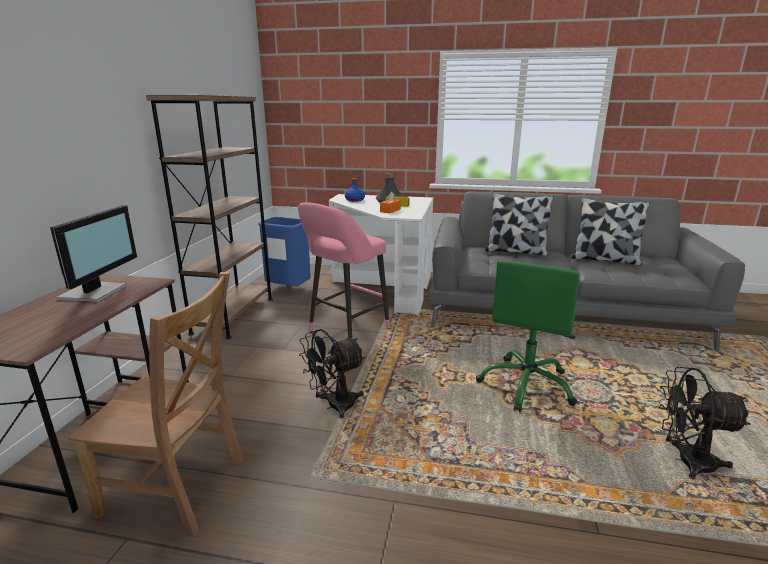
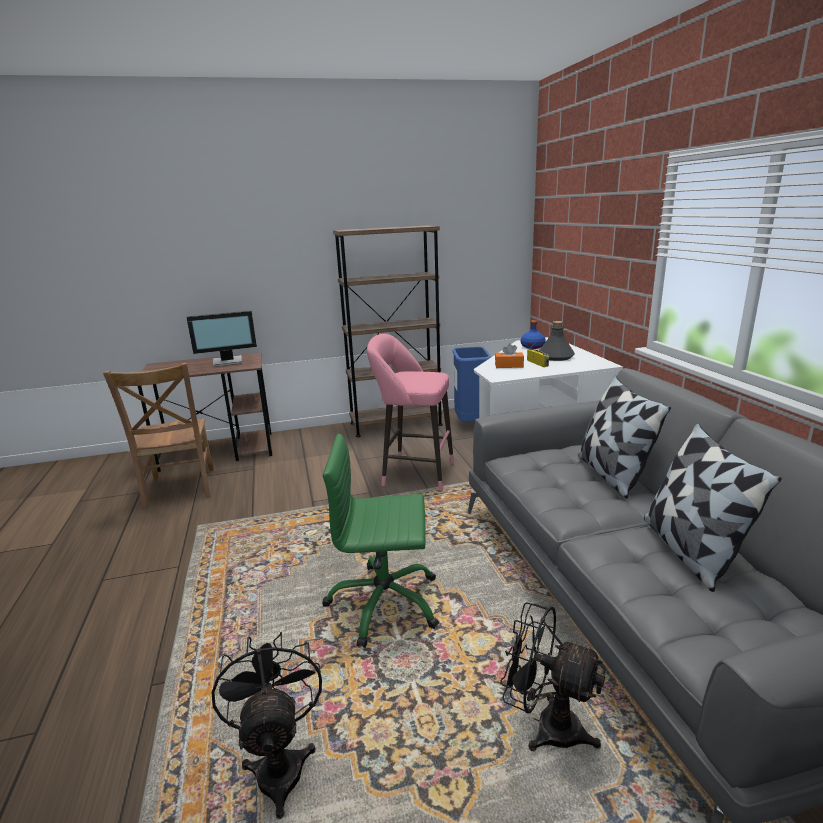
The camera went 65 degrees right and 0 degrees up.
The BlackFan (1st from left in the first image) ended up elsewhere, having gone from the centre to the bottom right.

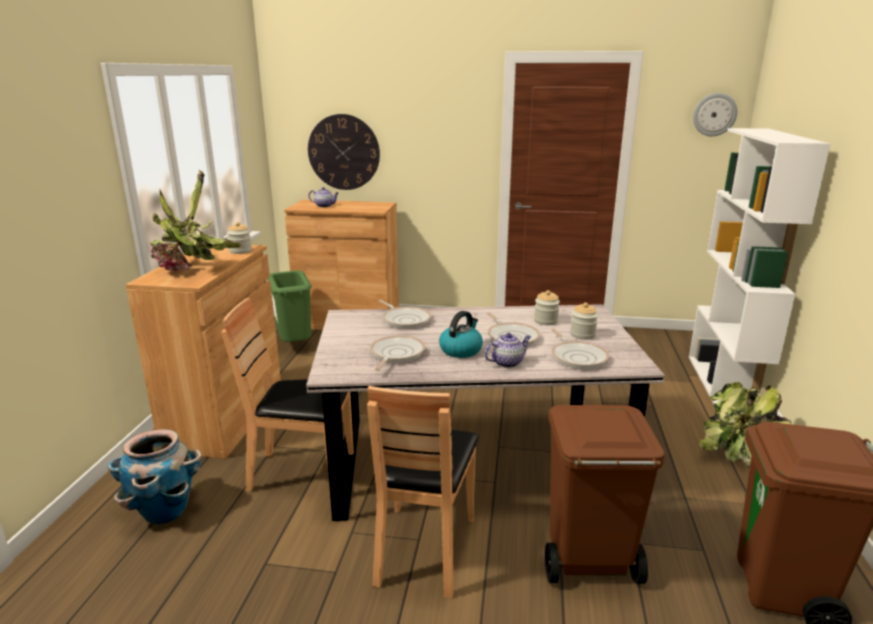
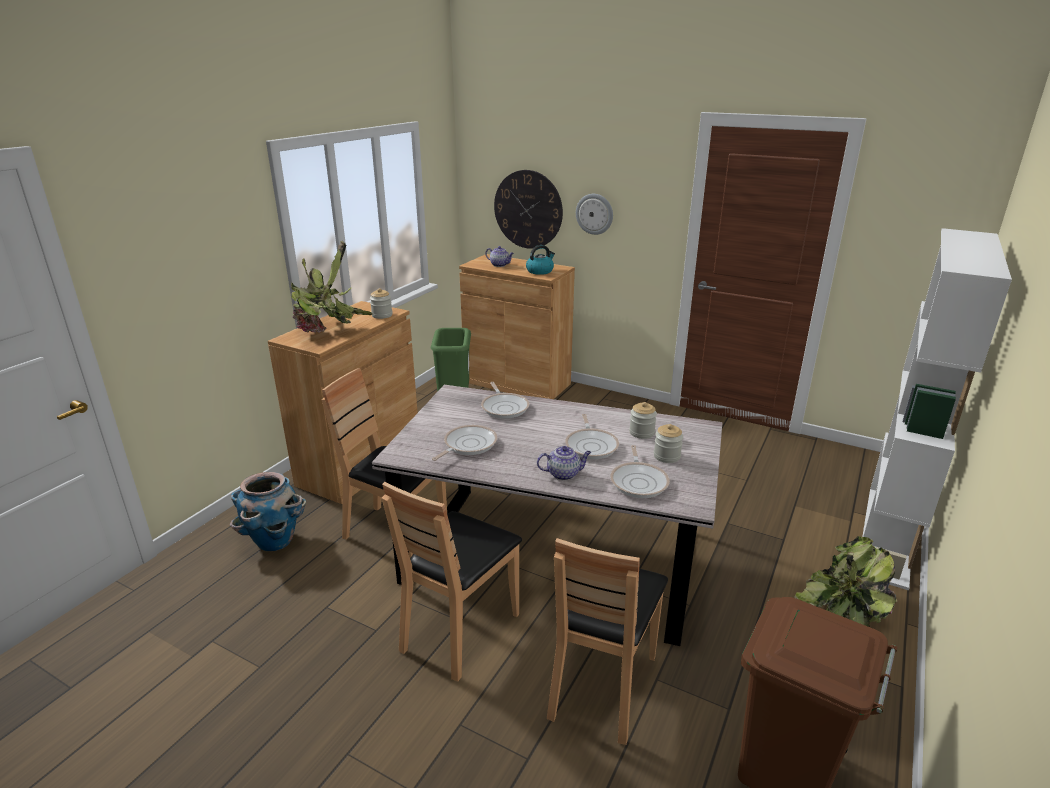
The camera went 20 degrees right and 5 degrees up.
The Kettle ended up elsewhere, having gone from the centre to the top centre.
Where the BrownTrashCan (1st from left) stood at the bottom right, the BrownChair (3rd from left) came to stand at the bottom centre.
The WallClock (2nd from left) ended up elsewhere, having gone from the top right to the top centre.

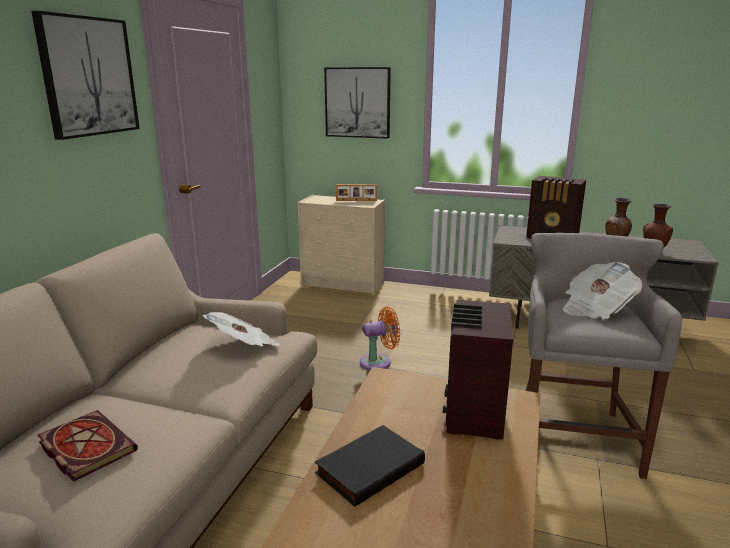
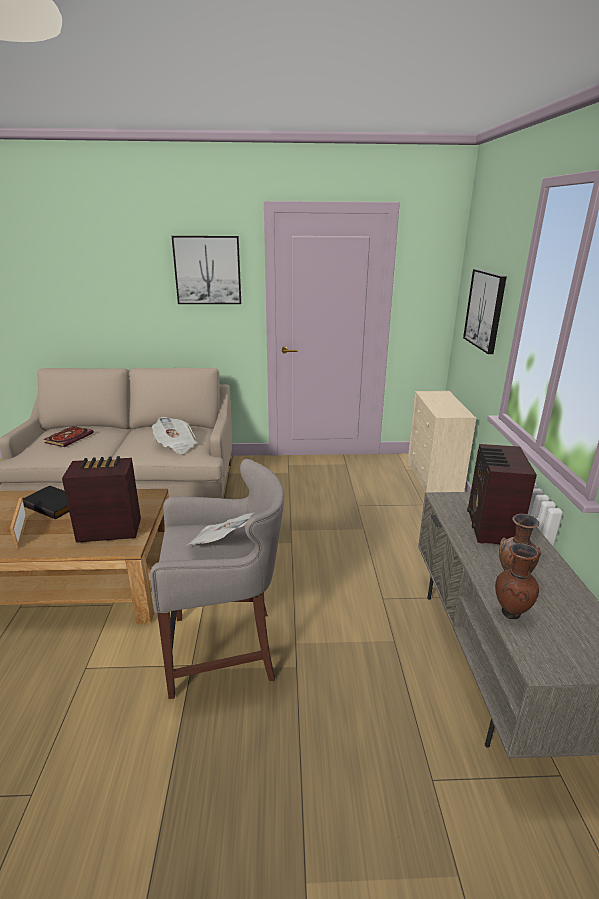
The camera went 70 degrees right and 5 degrees up.
The PictureFrame ended up elsewhere, having gone from the centre to the middle left.
The second view lost the OrangeFan at the centre.

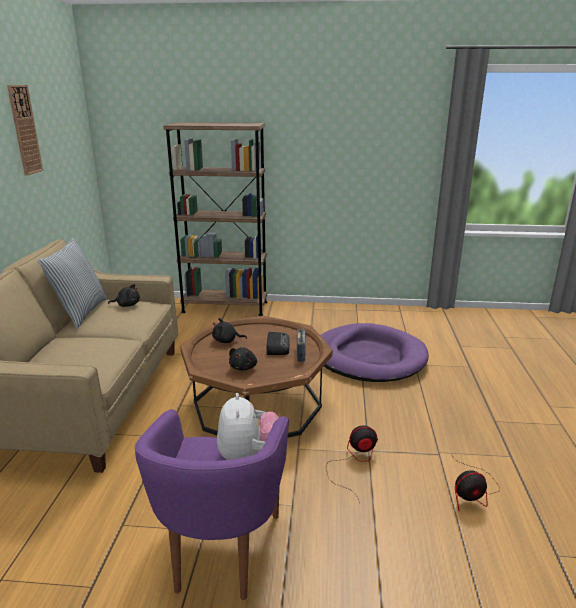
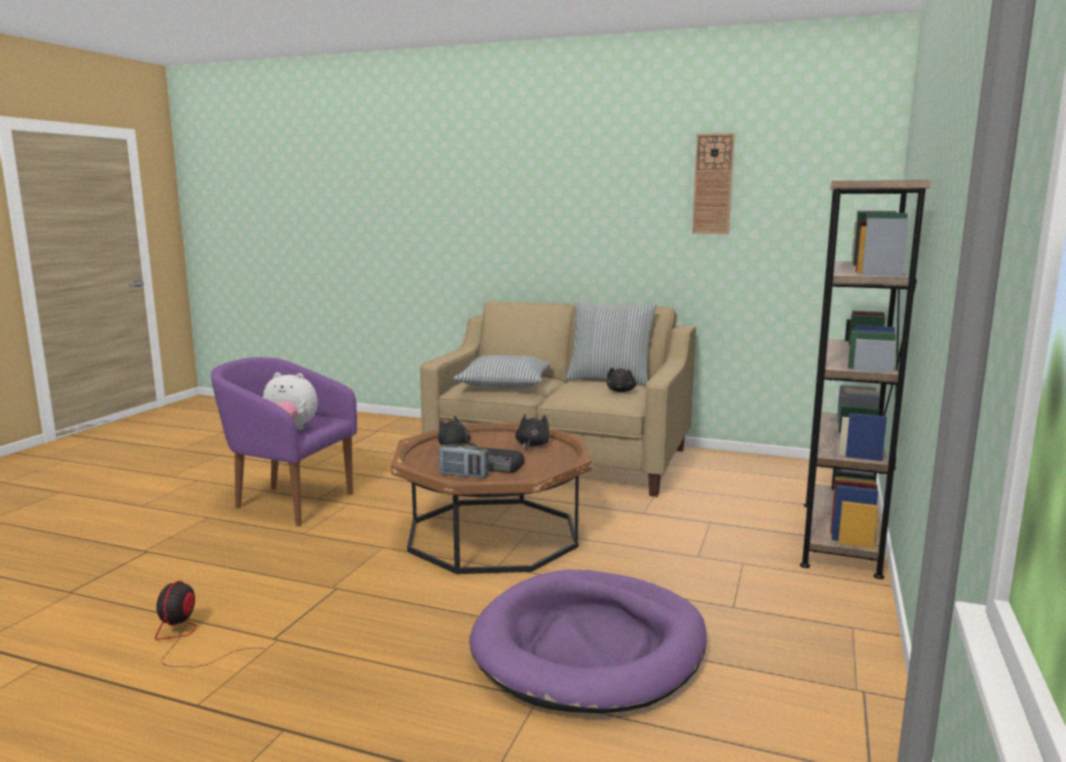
The camera went 105 degrees right and 10 degrees down.
The second view gained the Pillow (1st from left) at the centre.
The second view lost the Fan (1st from left) at the bottom centre.

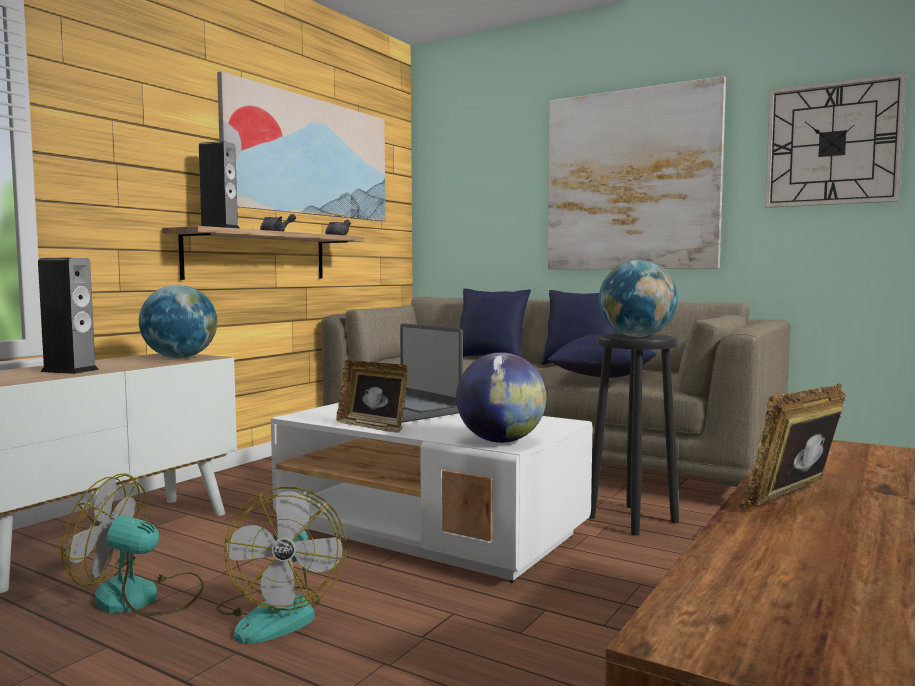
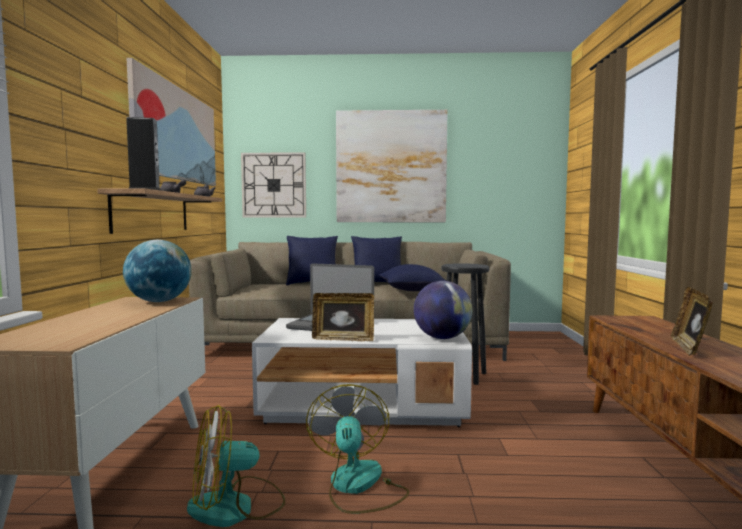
The camera went 30 degrees left and 0 degrees up.
The WallClock ended up elsewhere, having gone from the top right to the centre.
The Fan (2nd from left) at the bottom left ended up facing another way, 150 degrees counterclockwise from before.
The second view lost the Speaker (1st from left) at the middle left.
The second view lost the Globe (3rd from left) at the middle right.

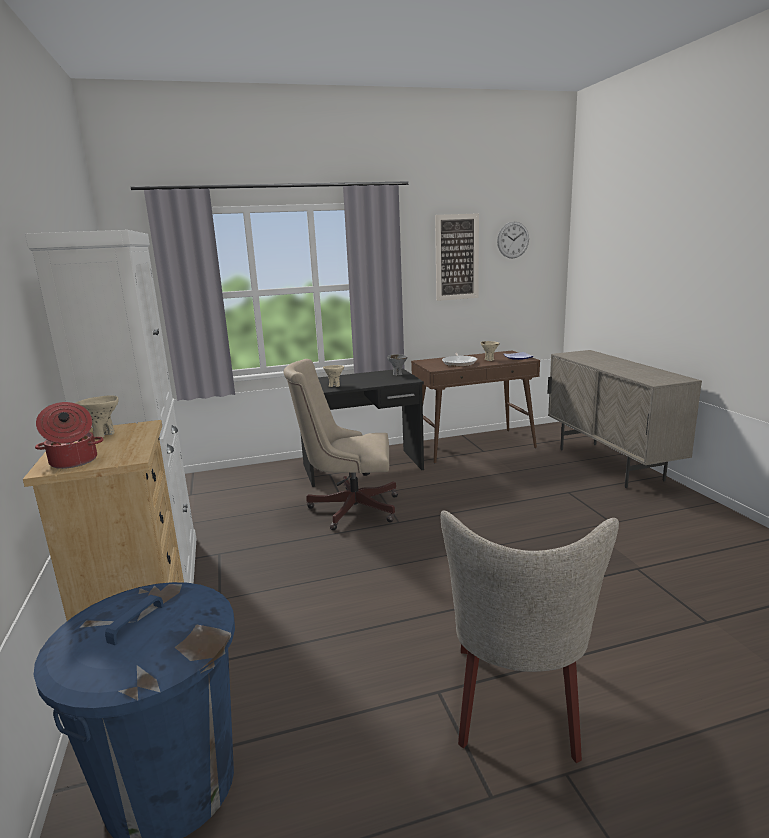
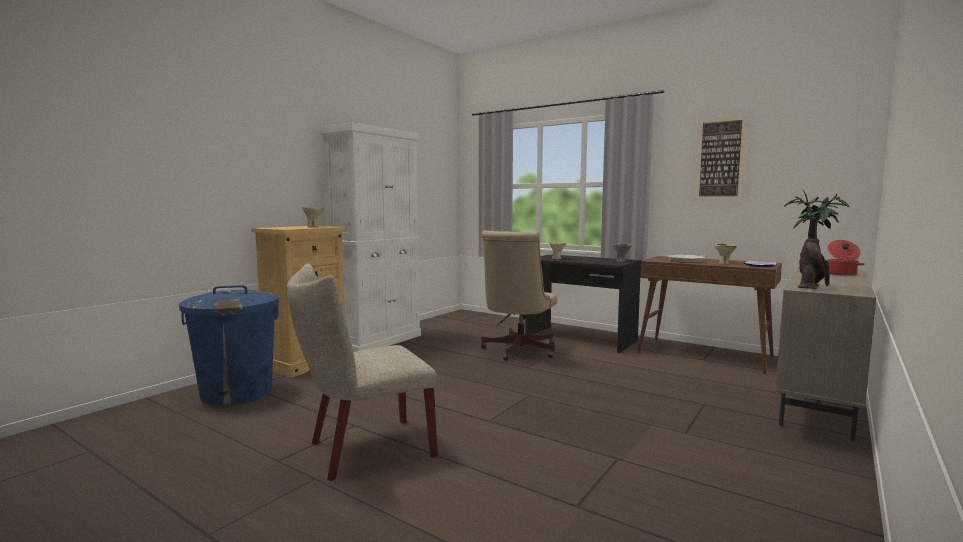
The camera went 50 degrees right and 10 degrees down.
The BeigeOfficeChair at the centre ended up facing another way, 120 degrees counterclockwise from before.
The second view gained the PottedPlant at the middle right.
The CookingPot ended up elsewhere, having gone from the middle left to the middle right.
The second view lost the WallClock at the top right.

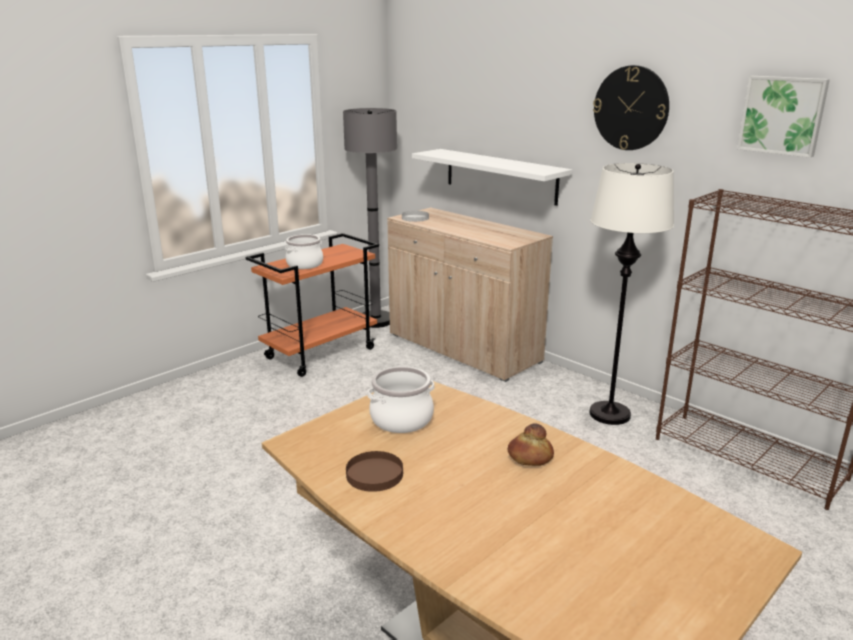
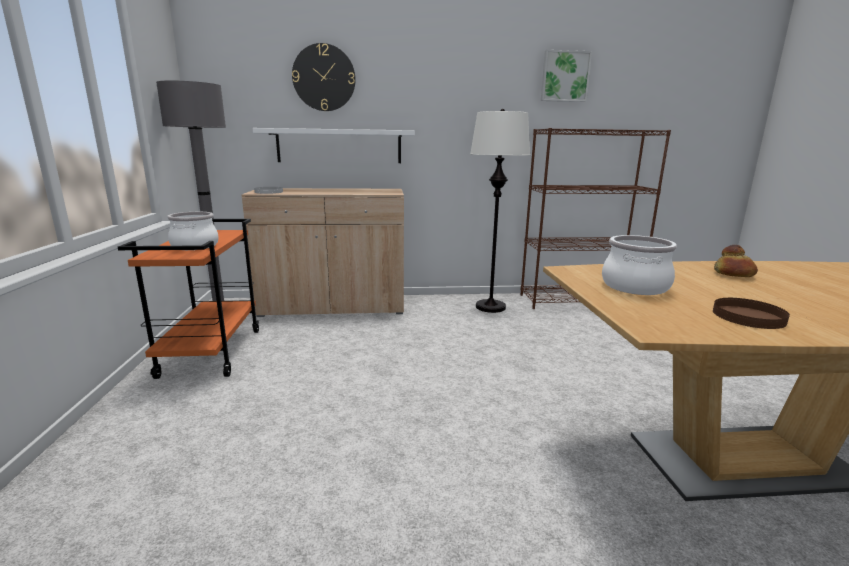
The camera went 50 degrees left and 5 degrees down.
The WallClock ended up elsewhere, having gone from the top right to the top centre.

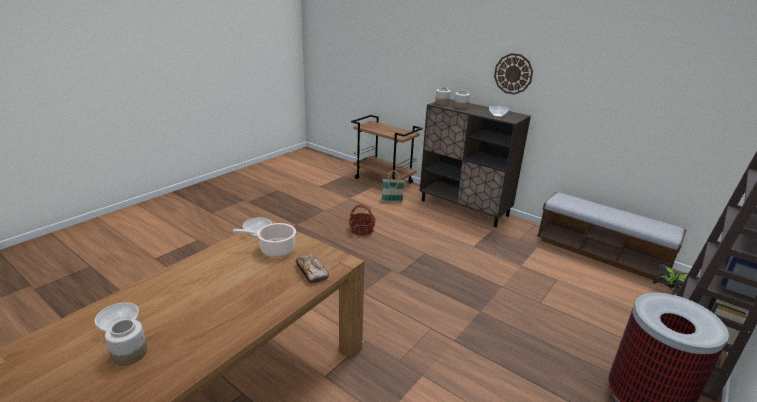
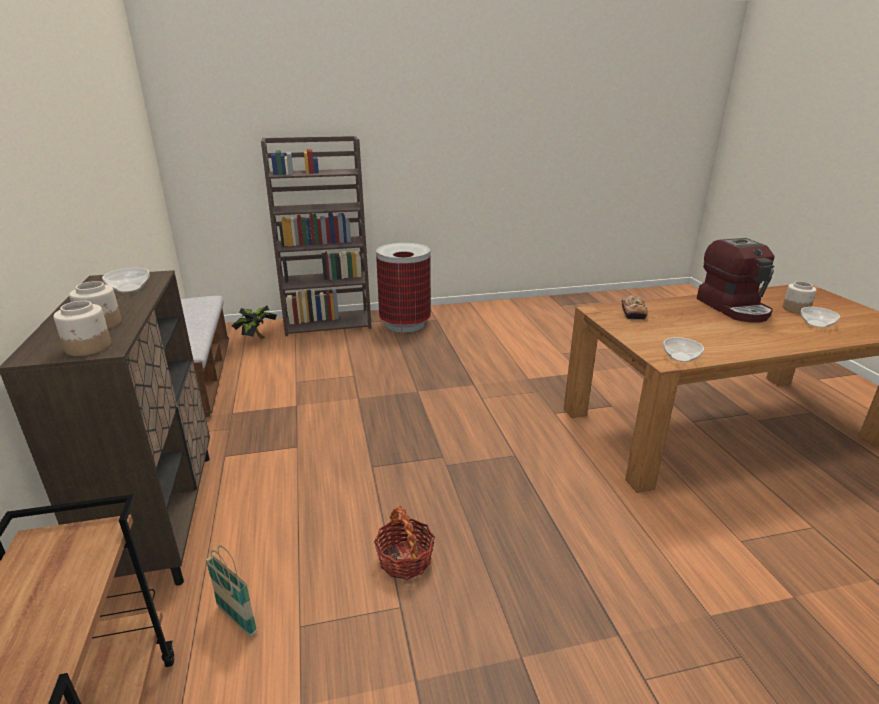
The camera went 140 degrees left and 0 degrees up.
The second view gained the CoffeeMachine at the middle right.
The second view lost the CookingPot at the centre.
The second view lost the WallClock at the top right.

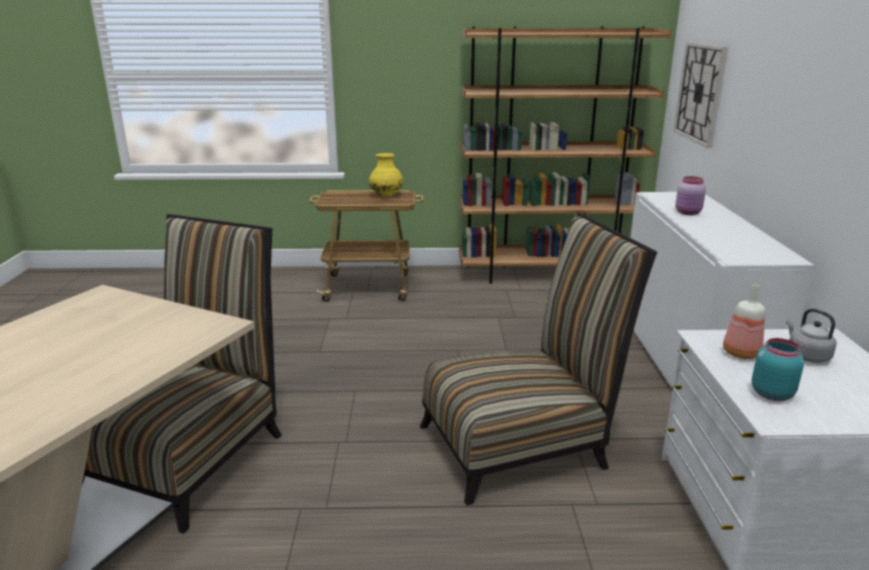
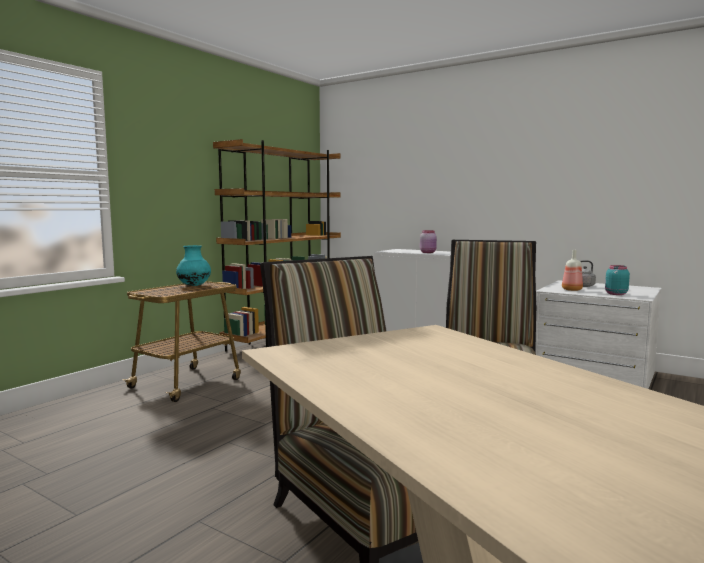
The camera went 55 degrees left and 15 degrees down.
What was the YellowVase at the top centre turned into the TurquoiseVase at the middle left.
The second view lost the WallClock at the top right.

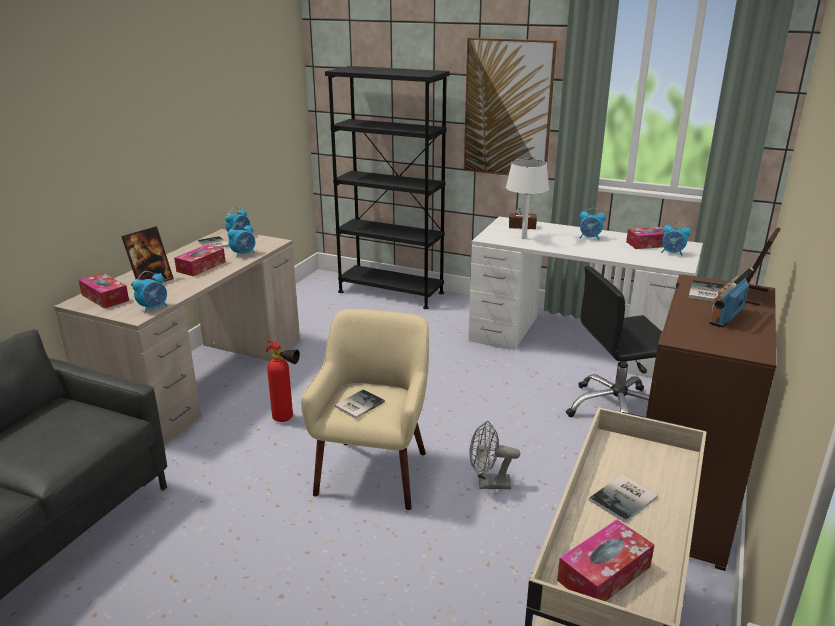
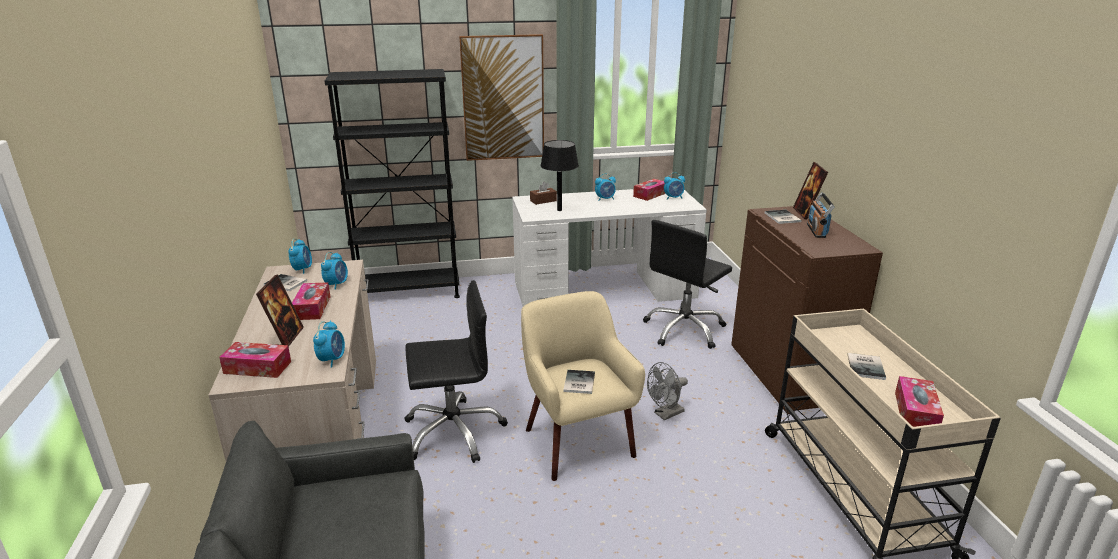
The camera went 35 degrees left and 0 degrees up.
Where the FireExtinguisher stood at the centre, the BlackOfficeChair (1st from left) came to stand at the centre.
What was the WhiteTableLamp at the top centre turned into the BlackTableLamp at the top centre.

